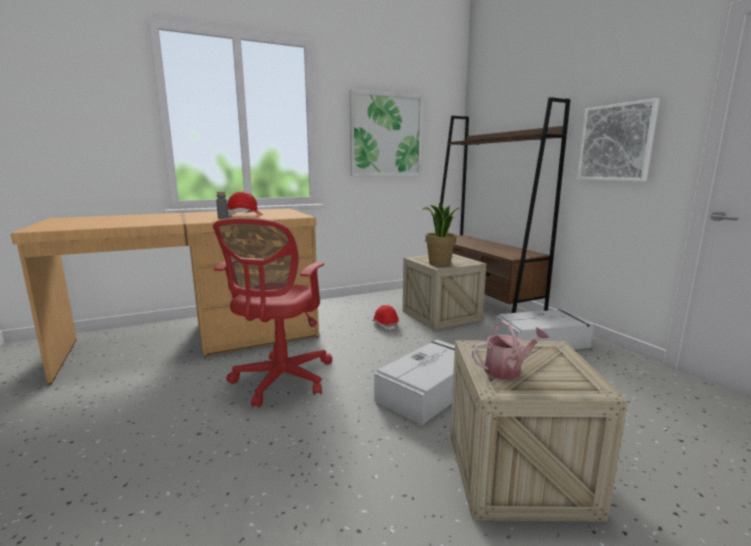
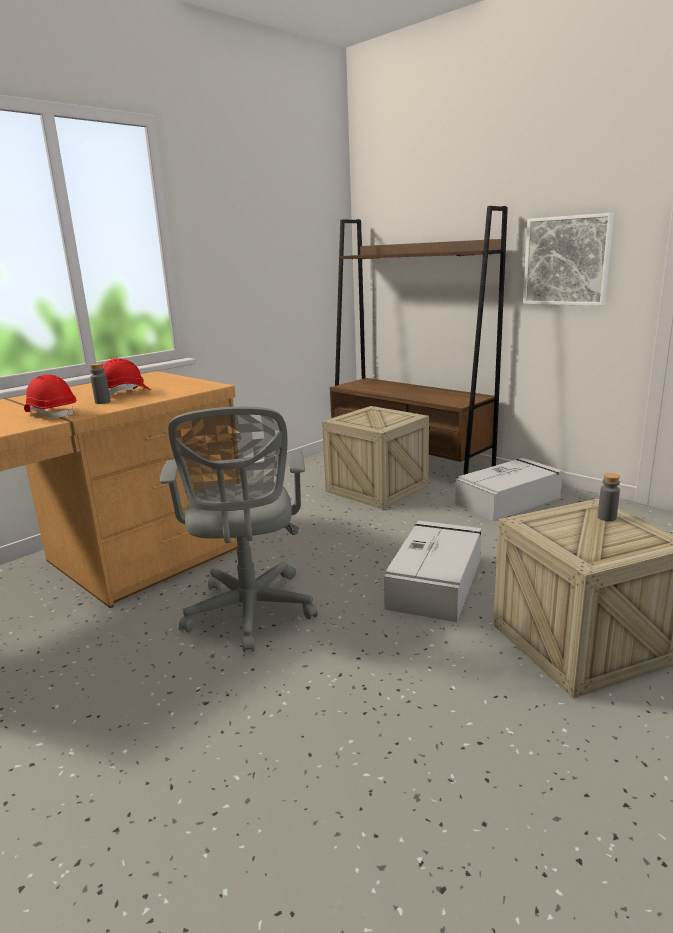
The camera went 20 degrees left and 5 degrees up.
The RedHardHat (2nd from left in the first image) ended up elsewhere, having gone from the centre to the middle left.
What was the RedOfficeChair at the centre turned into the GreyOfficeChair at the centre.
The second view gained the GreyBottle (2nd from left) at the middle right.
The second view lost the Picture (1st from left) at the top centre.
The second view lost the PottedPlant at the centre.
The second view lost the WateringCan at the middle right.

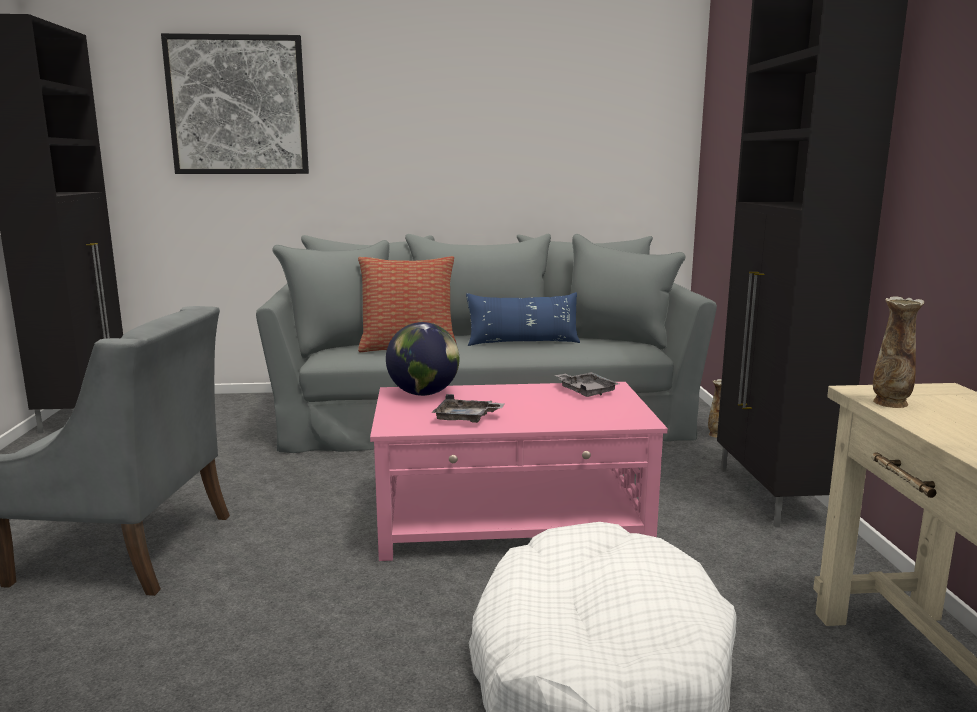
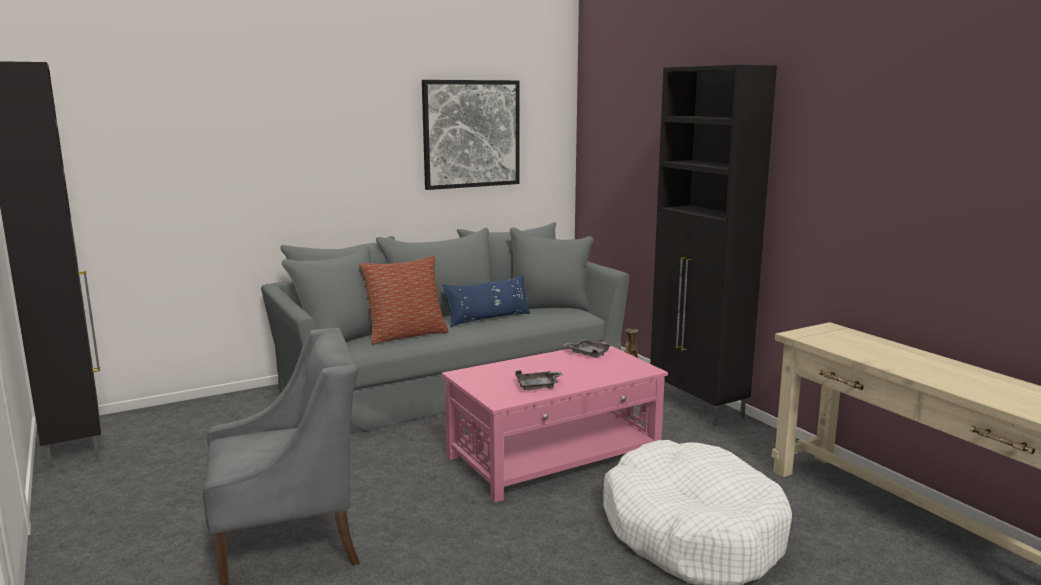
The camera went 25 degrees left and 0 degrees up.
The Picture ended up elsewhere, having gone from the top left to the top centre.
The second view lost the Globe at the centre.
The second view lost the Vase (2nd from left) at the middle right.

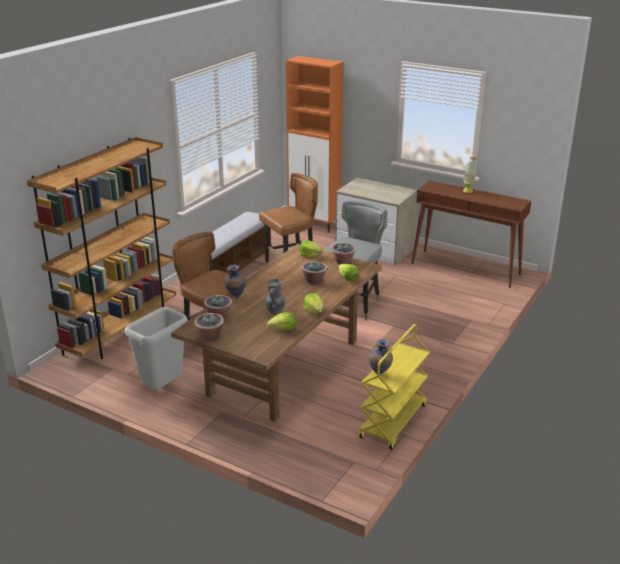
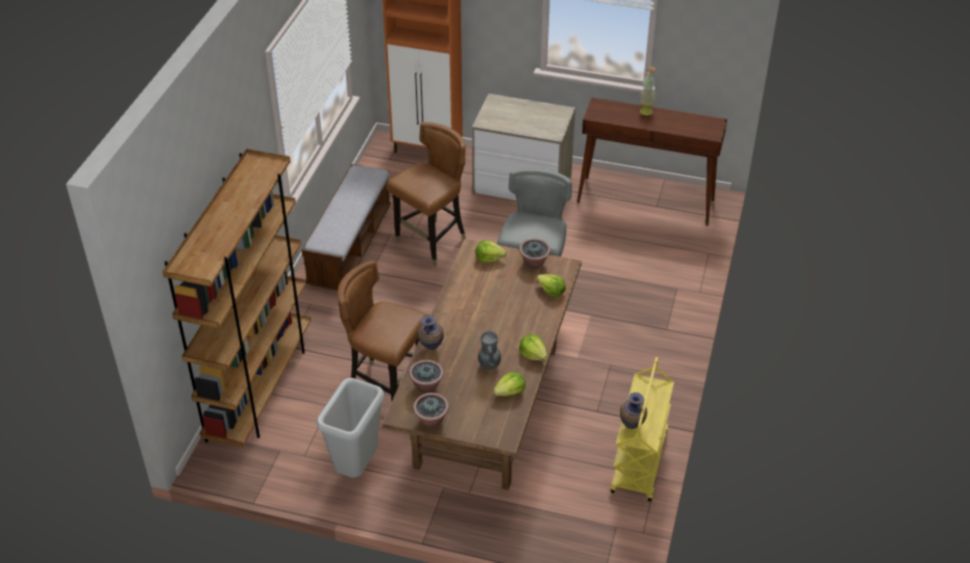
The camera went 15 degrees left and 15 degrees up.
The second view lost the PottedPlant (3rd from left) at the centre.

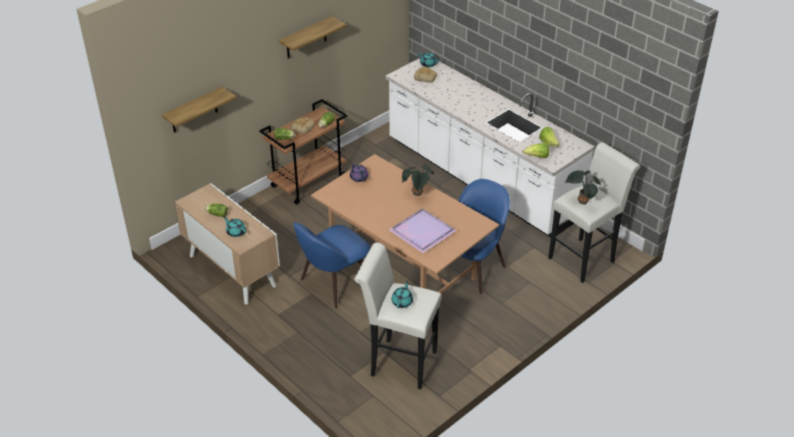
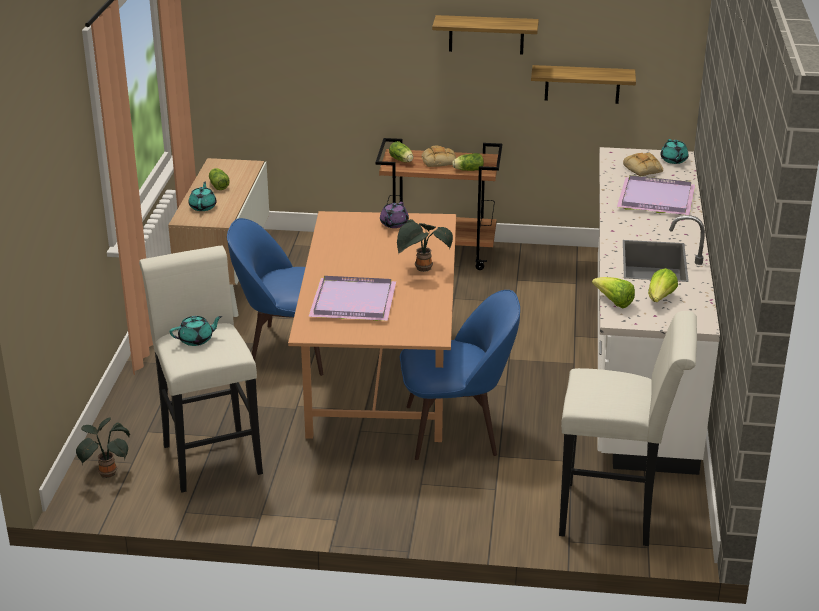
The camera went 50 degrees right and 10 degrees down.
The PottedPlant (2nd from left in the first image) ended up elsewhere, having gone from the middle right to the bottom left.
The Shelf (1st from left in the first image) ended up elsewhere, having gone from the top left to the top right.
The second view gained the PurpleTray (2nd from left) at the top right.

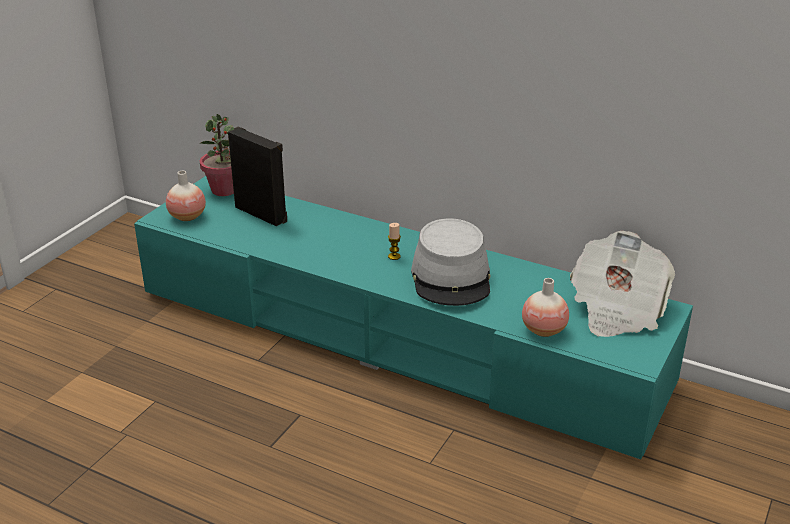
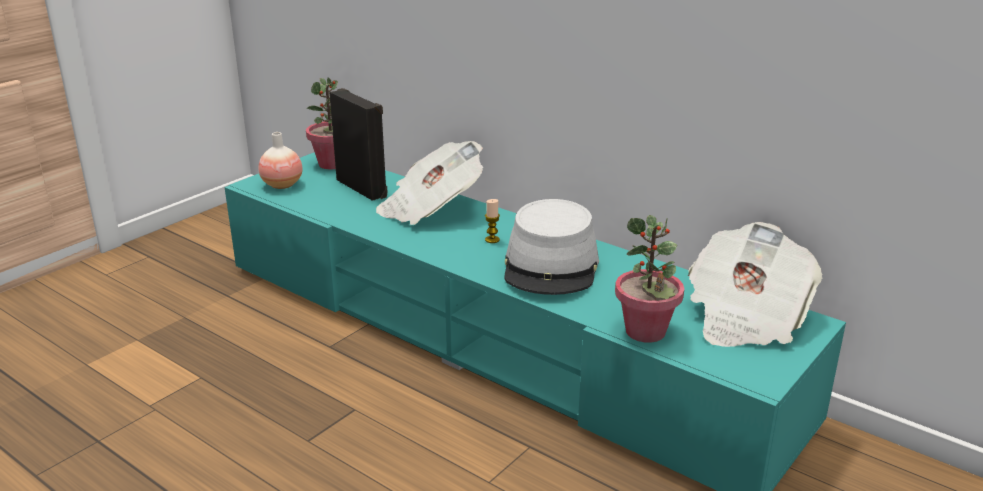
The camera went 10 degrees right and 5 degrees down.
The second view gained the Newspaper (1st from left) at the centre.
Where the Vase (2nd from left) stood at the middle right, the PottedPlant (2nd from left) came to stand at the centre.

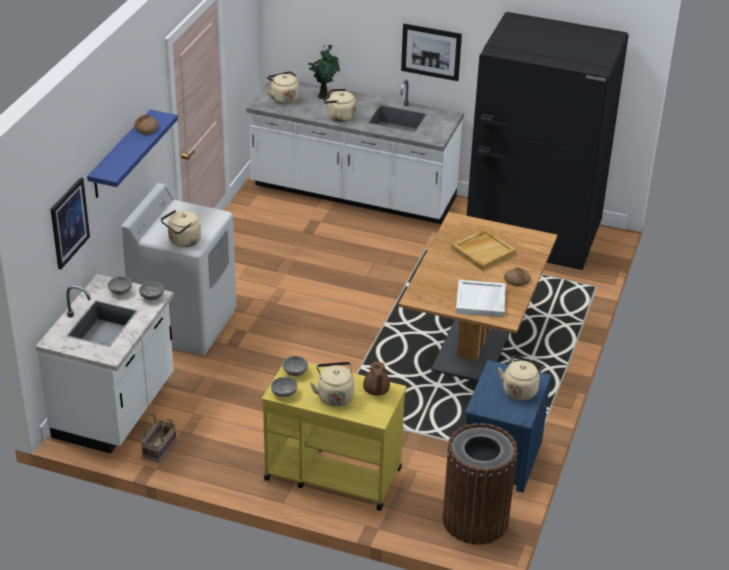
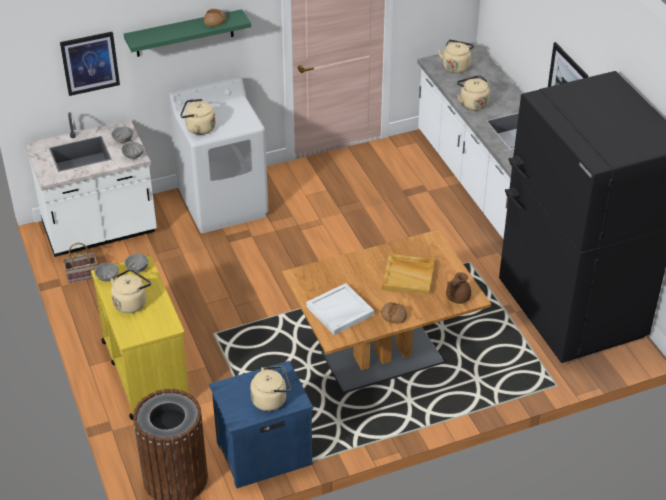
The camera went 50 degrees right and 5 degrees up.
What was the BlueShelf at the top left turned into the GreenShelf at the top left.
The BrownTeapot ended up elsewhere, having gone from the centre to the middle right.
The second view lost the PottedPlant at the top centre.

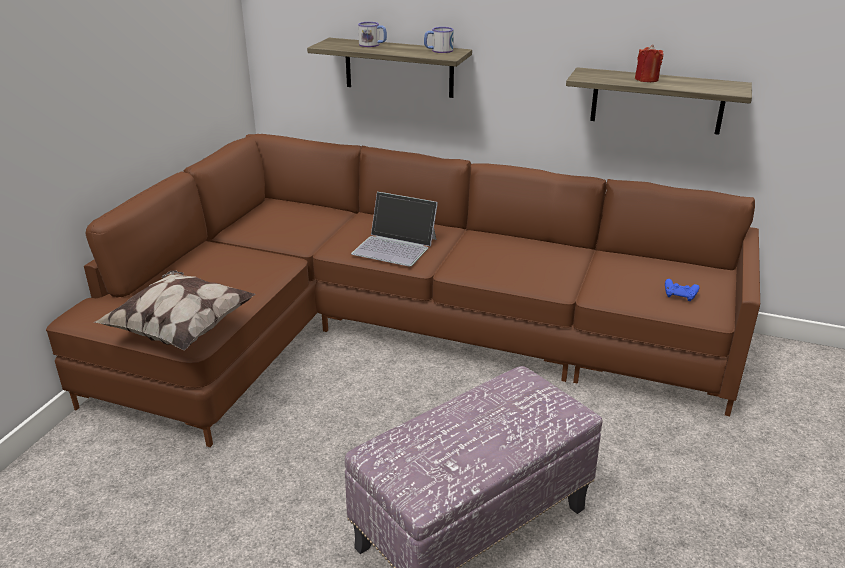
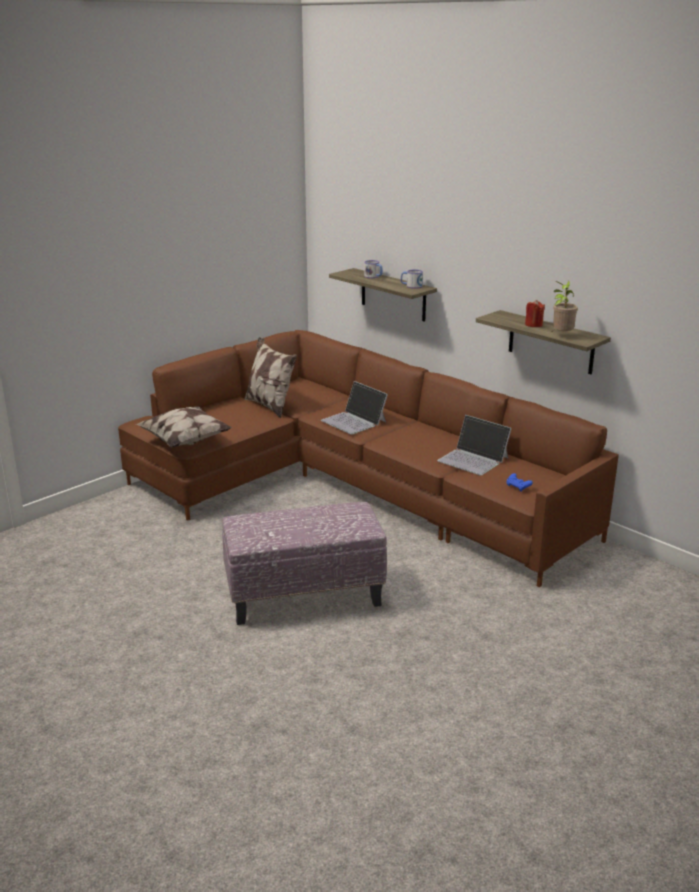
The camera went 25 degrees right and 5 degrees down.
The second view gained the Pillow (2nd from left) at the centre.
The second view gained the Laptop (2nd from left) at the middle right.
The second view gained the PottedPlant at the middle right.

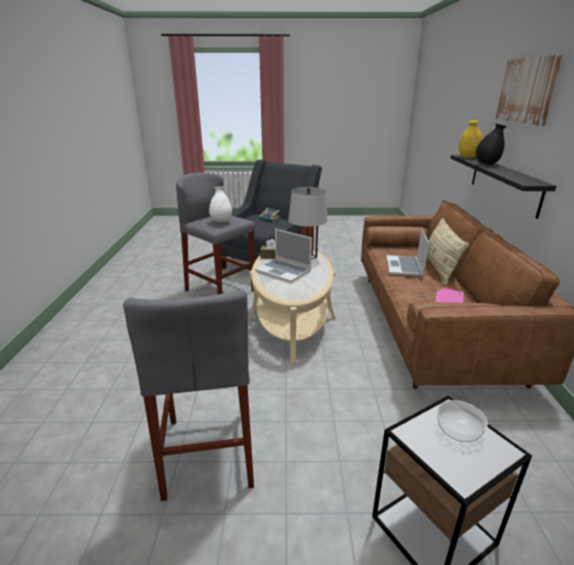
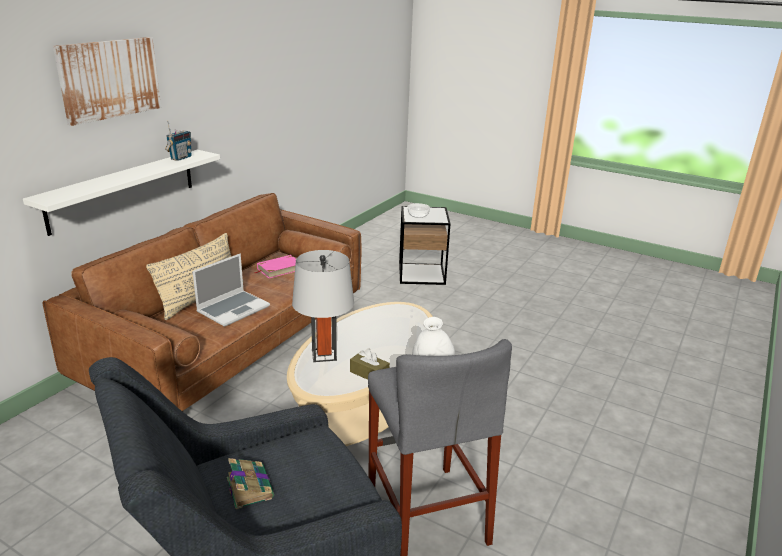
The camera went 150 degrees left and 0 degrees up.
What was the BlackShelf at the top right turned into the WhiteShelf at the middle left.
The second view gained the Radio at the top left.
The second view lost the GreyStool (1st from left) at the bottom left.
The second view lost the Laptop (1st from left) at the centre.
The second view lost the YellowVase at the top right.
The second view lost the BlackVase at the top right.

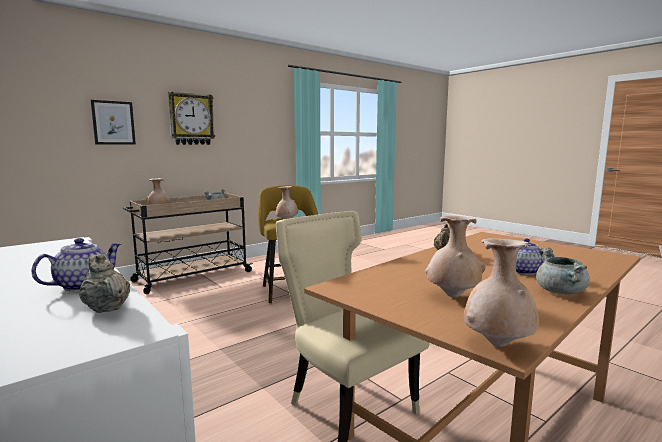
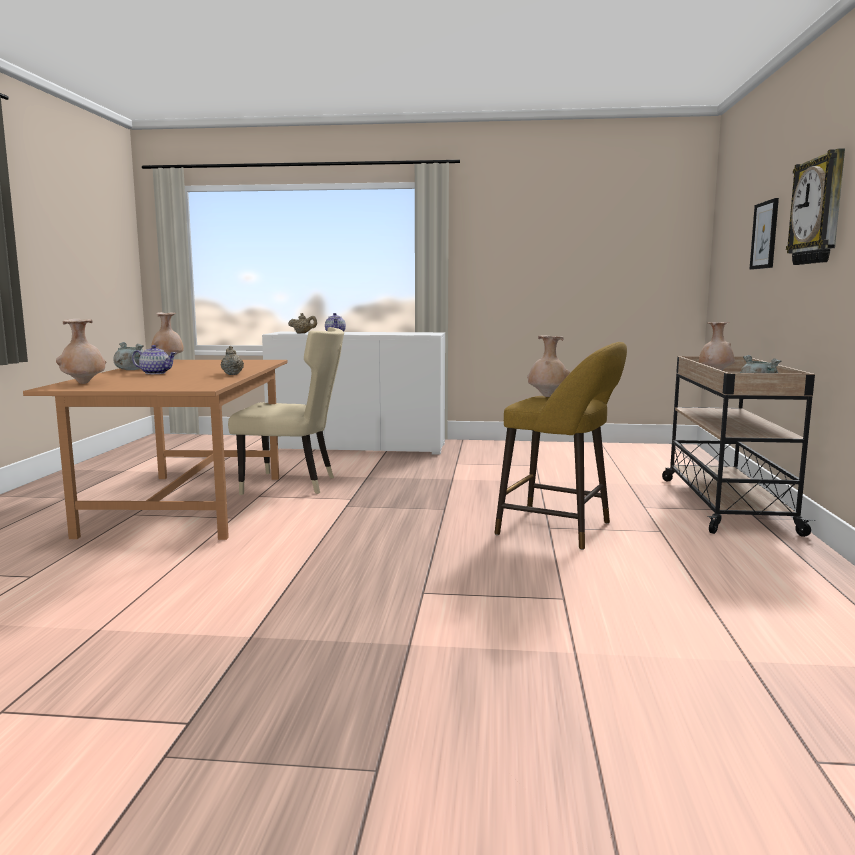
The camera went 135 degrees right and 0 degrees up.
The BeigeVase (3rd from left in the first image) ended up elsewhere, having gone from the middle right to the middle left.

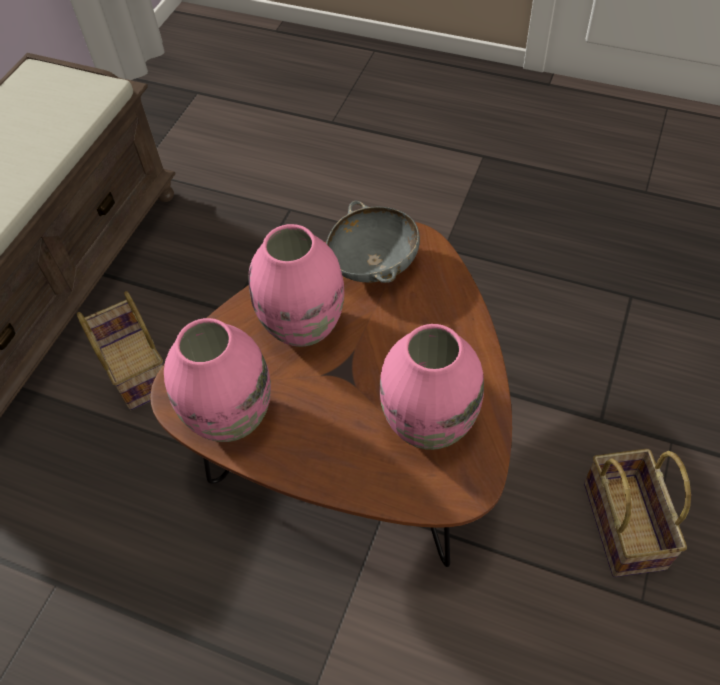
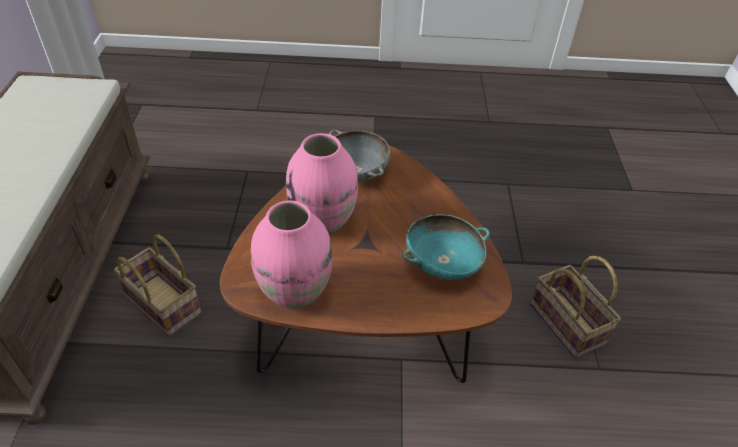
The camera went 25 degrees left and 10 degrees down.
Where the PinkVase (3rd from left) stood at the centre, the TurquoiseBowl came to stand at the centre.

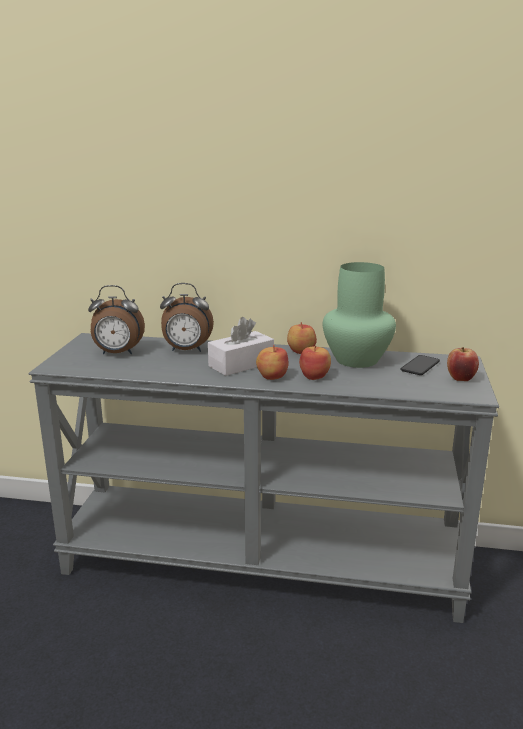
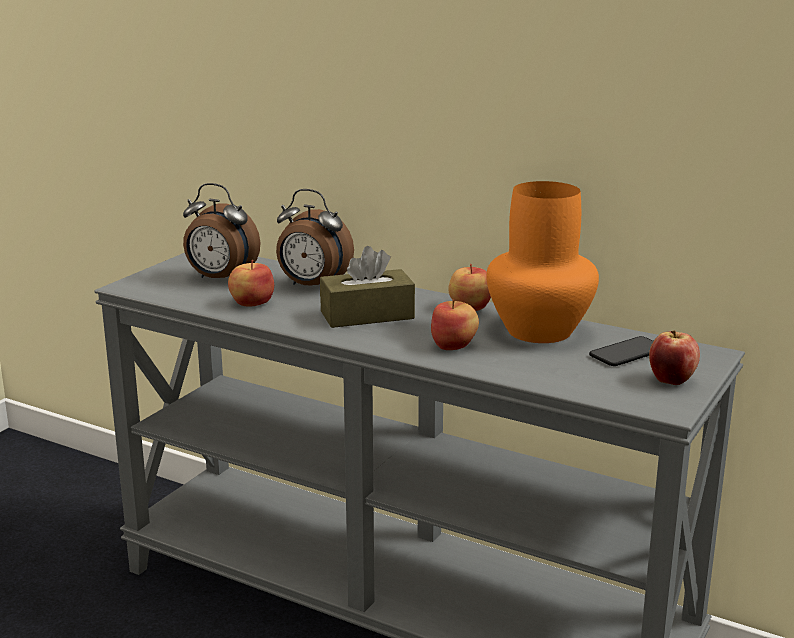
The camera went 20 degrees right and 0 degrees up.
The Apple (1st from left) ended up elsewhere, having gone from the centre to the middle left.
What was the WhiteTissueBox at the centre turned into the BrownTissueBox at the centre.
What was the GreenVase at the middle right turned into the OrangeVase at the middle right.

